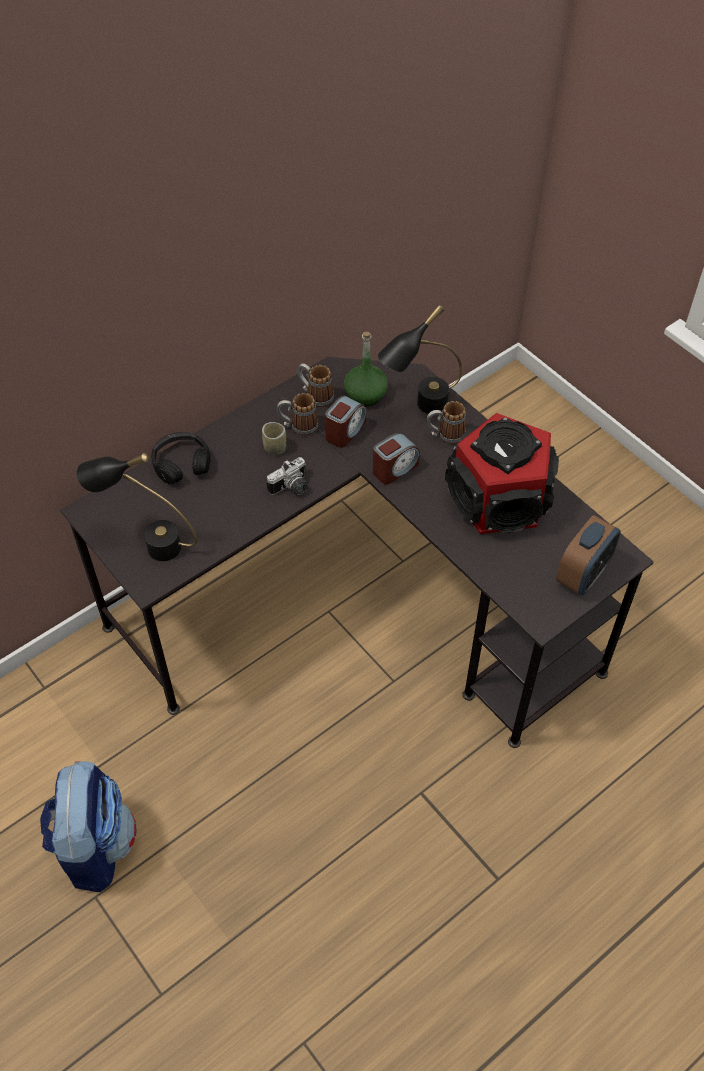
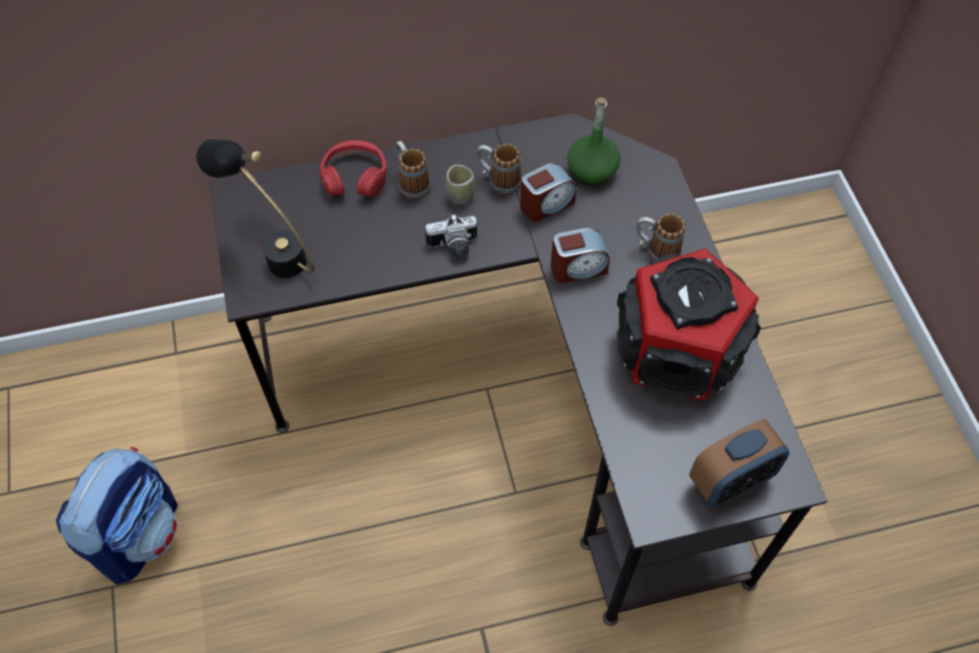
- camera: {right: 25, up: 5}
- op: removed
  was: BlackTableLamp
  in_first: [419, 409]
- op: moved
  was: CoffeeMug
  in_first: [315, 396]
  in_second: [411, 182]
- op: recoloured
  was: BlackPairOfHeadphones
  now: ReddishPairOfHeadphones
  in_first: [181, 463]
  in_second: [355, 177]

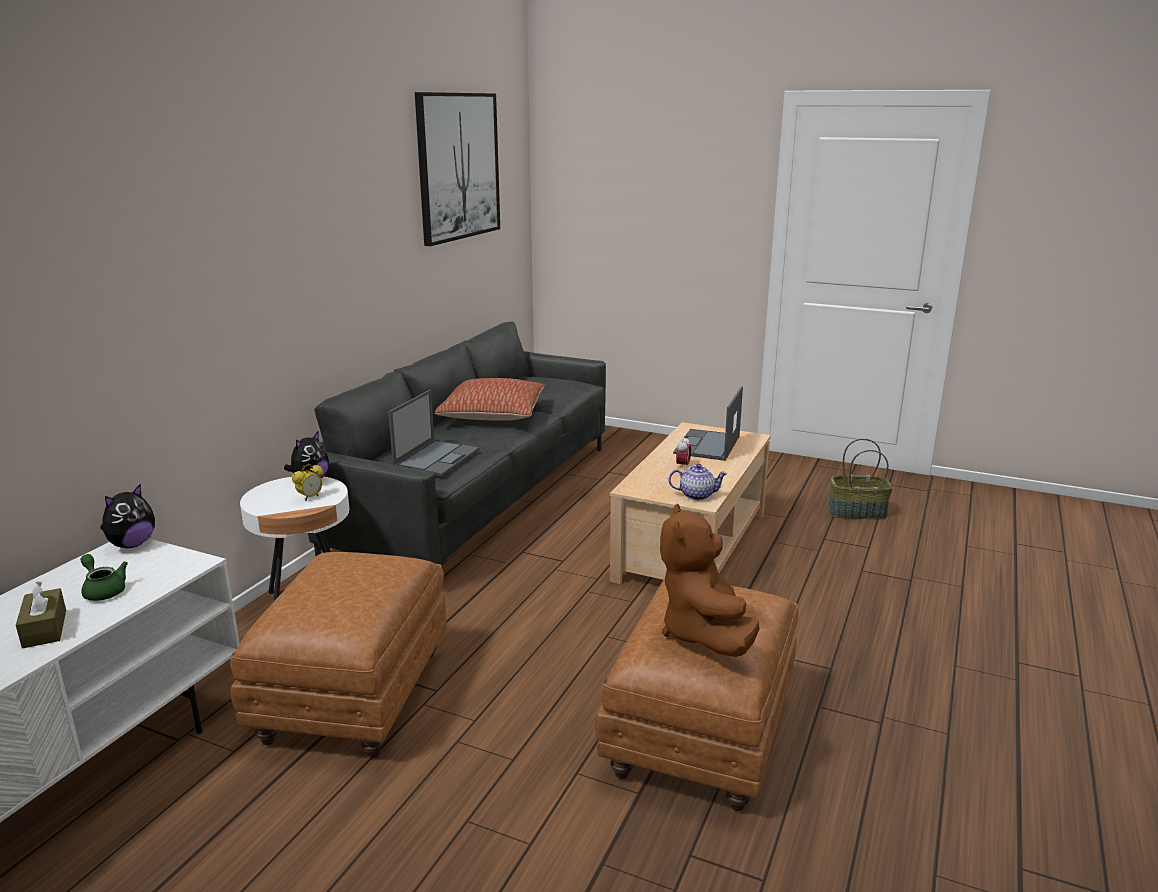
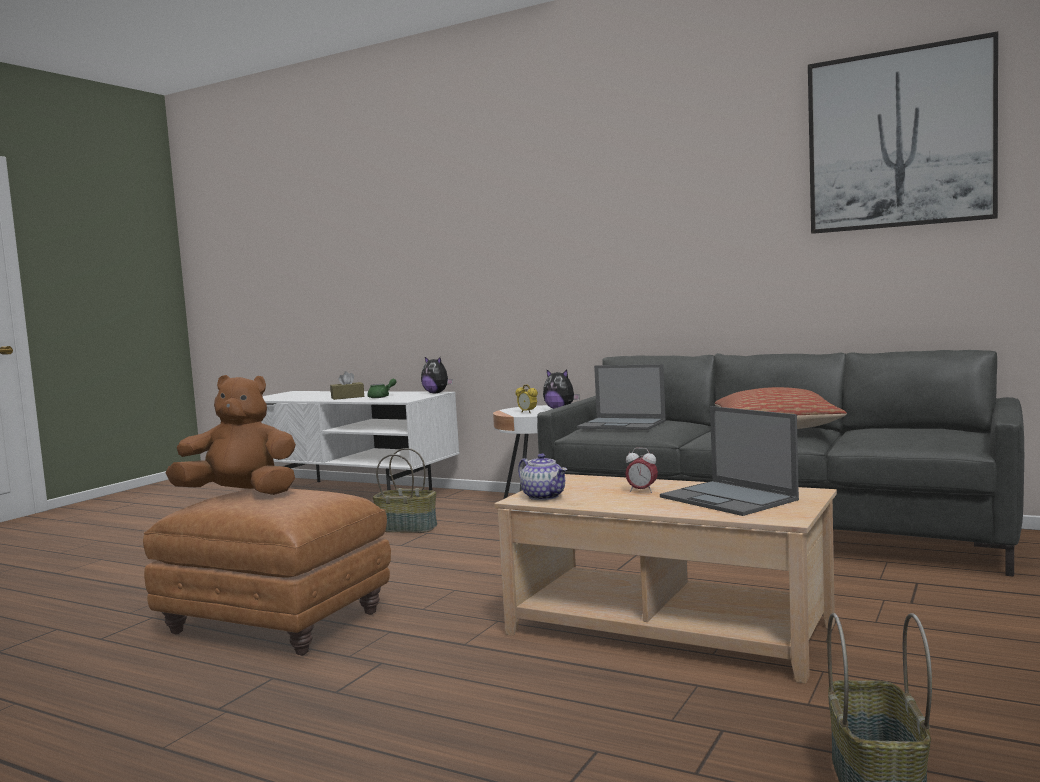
- camera: {right: 95, up: -15}
- op: turned
  was: PortableComputer
  in_first: [707, 445]
  in_second: [729, 499]
  clockwise: -150
- op: turned
  was: PotForTea
  in_first: [697, 495]
  in_second: [544, 496]
  clockwise: -45
- op: replaced
  was: BrownishPouffe
  now: StorageBasket
  in_first: [353, 695]
  in_second: [407, 528]

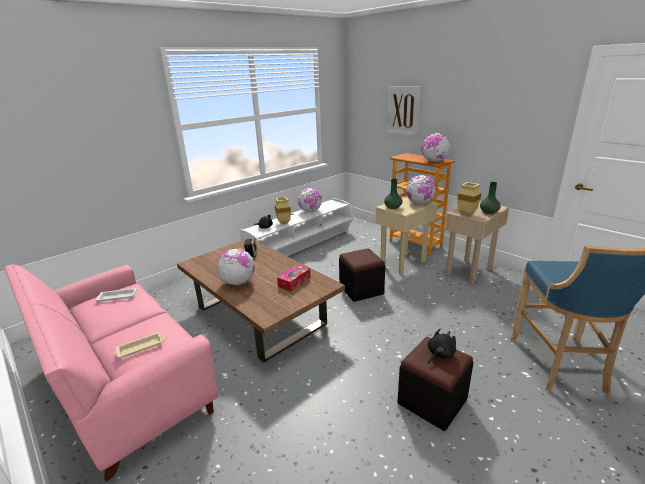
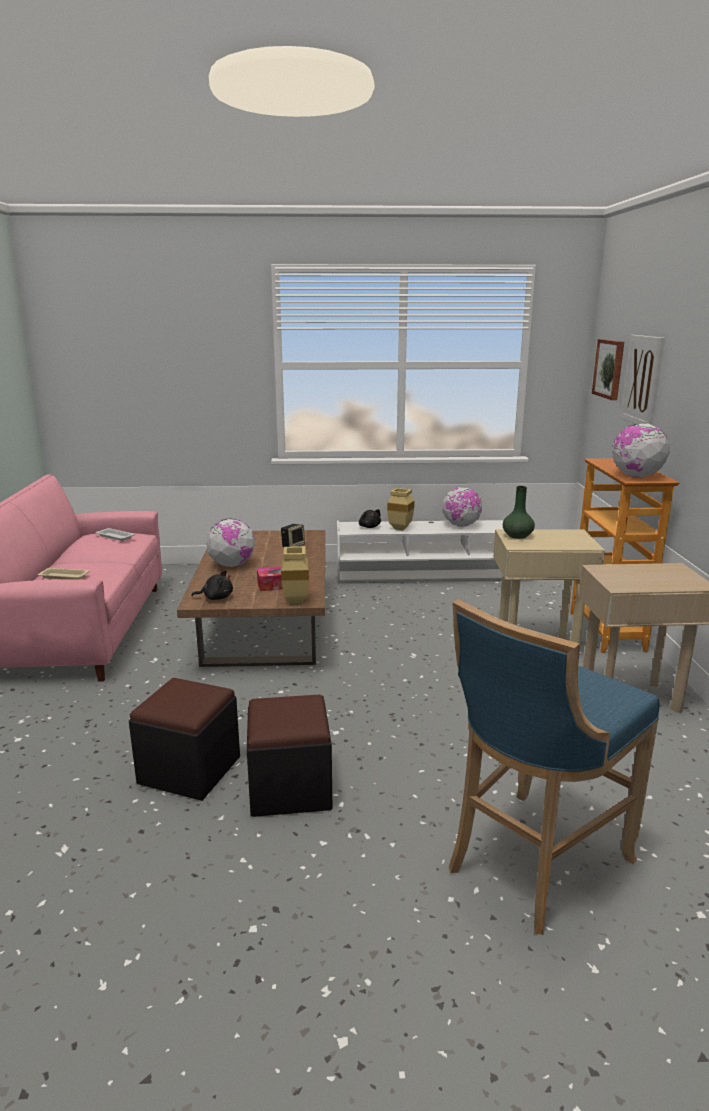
- camera: {right: 40, up: -5}
- op: removed
  was: DeskGlobe
  in_first: [419, 203]
- op: moved
  was: SandColouredFlowerVase
  in_first: [465, 214]
  in_second: [294, 600]
- op: removed
  was: GreenishFlowerVase
  in_first: [488, 212]
- op: moved
  was: BlackPouffe
  in_first: [361, 289]
  in_second: [189, 770]
- op: moved
  was: BlackCuddlyToy
  in_first: [439, 354]
  in_second: [216, 598]
- op: added
  now: WallArt
  in_second: [609, 368]

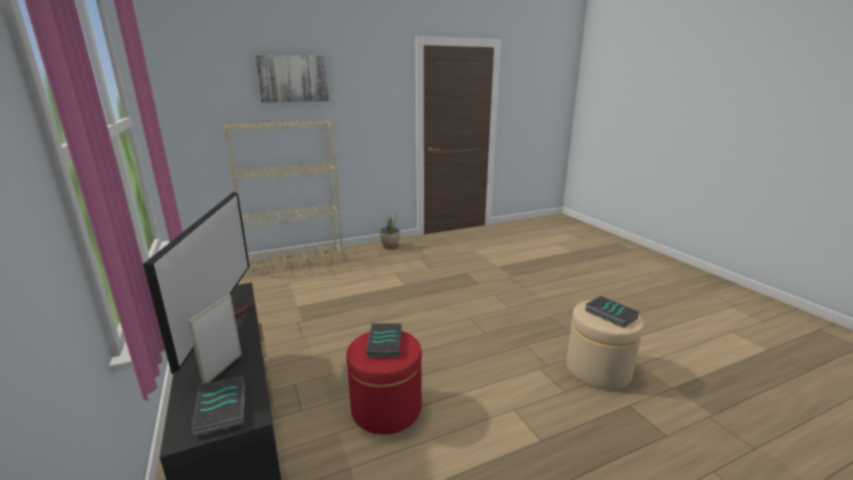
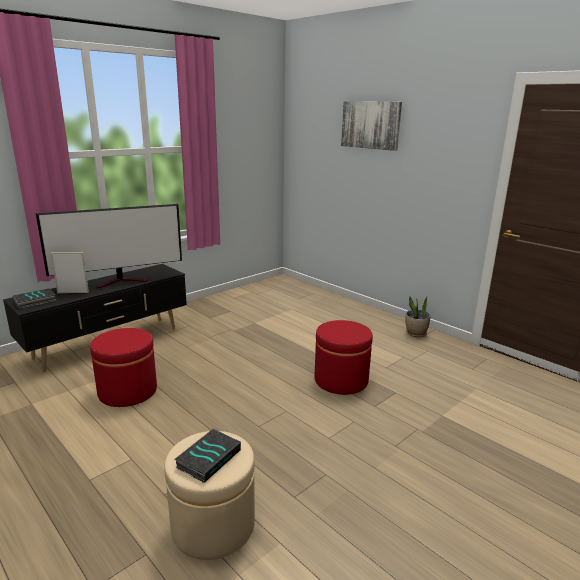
- camera: {right: 70, up: 0}
- op: removed
  was: SandColouredBookshelf
  in_first: [296, 261]
- op: removed
  was: BoundBook
  in_first: [384, 343]
- op: added
  now: ReddishPouffe
  in_second: [341, 380]

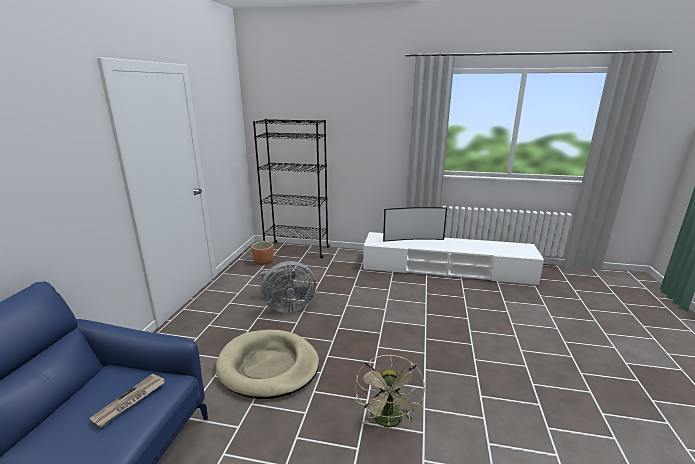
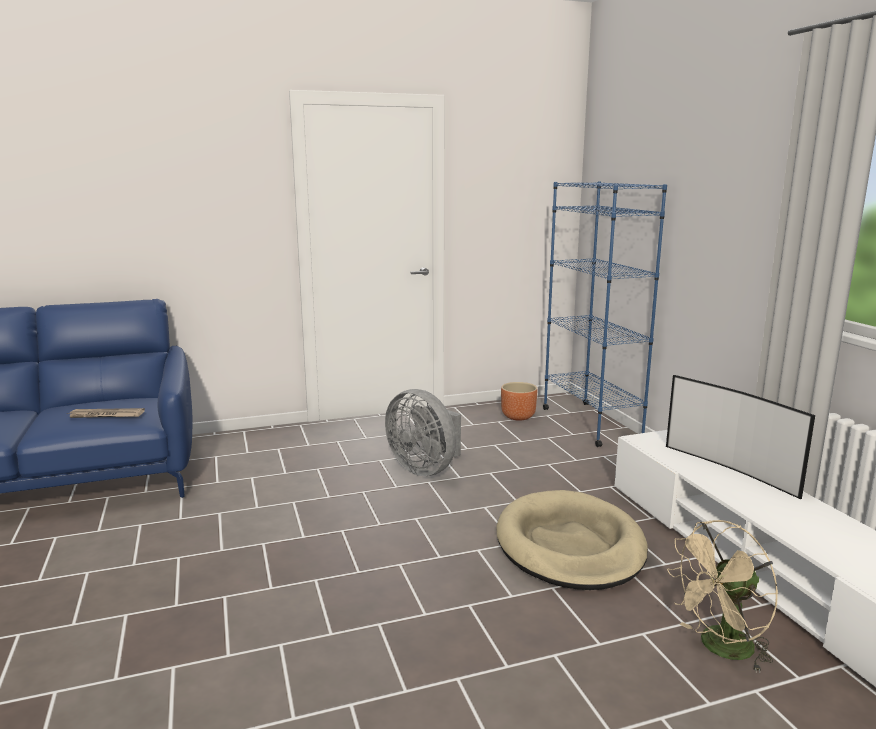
- camera: {right: 60, up: -5}
- op: recoloured
  was: BlackBookshelf
  now: BlueColouredBookshelf
  in_first: [297, 250]
  in_second: [591, 423]
- op: moved
  was: SandColouredDogCushion
  in_first: [268, 366]
  in_second: [569, 545]
- op: moved
  was: SandColouredElectricFan
  in_first: [389, 422]
  in_second: [720, 649]

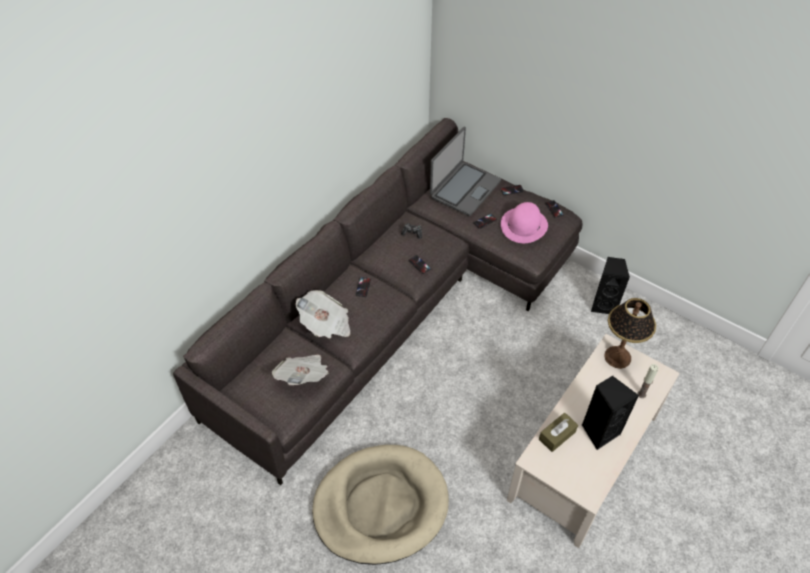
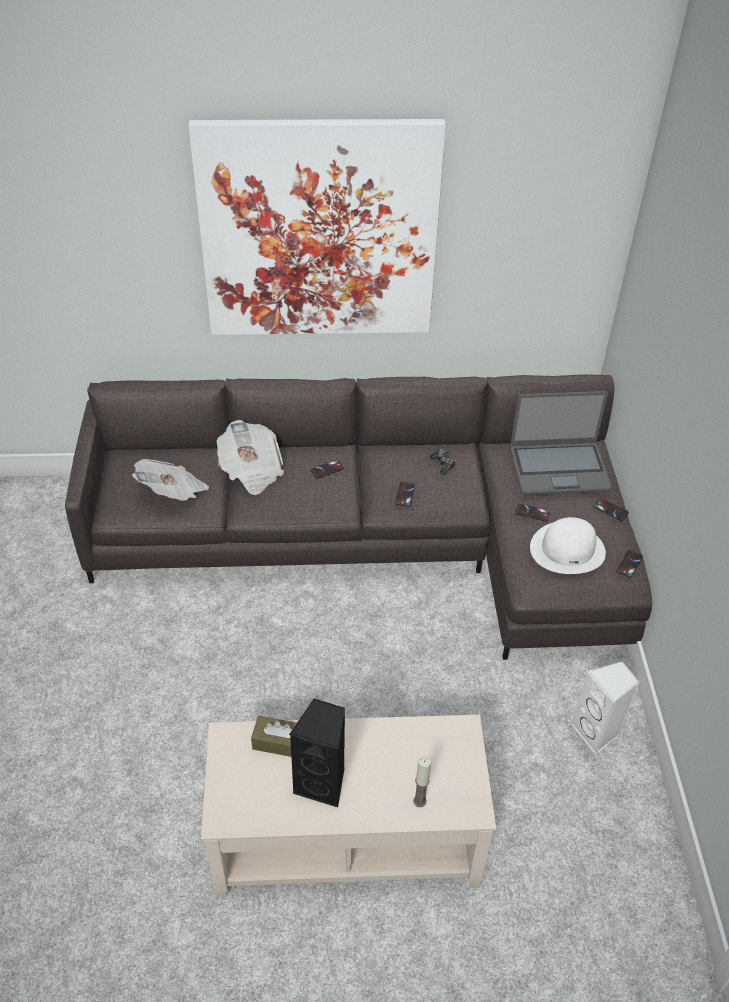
- camera: {right: 50, up: -5}
- op: recoloured
  was: PinkColouredWearableHat
  now: WhitishWearableHat
  in_first: [524, 225]
  in_second: [567, 549]
- op: recoloured
  was: BlackAudioSpeaker
  now: WhitishAudioSpeaker
  in_first: [603, 305]
  in_second: [597, 732]
- op: removed
  was: TableLamp
  in_first: [618, 357]
- op: removed
  was: SandColouredDogCushion
  in_first: [380, 505]
- op: added
  now: WallArt
  in_second: [319, 231]

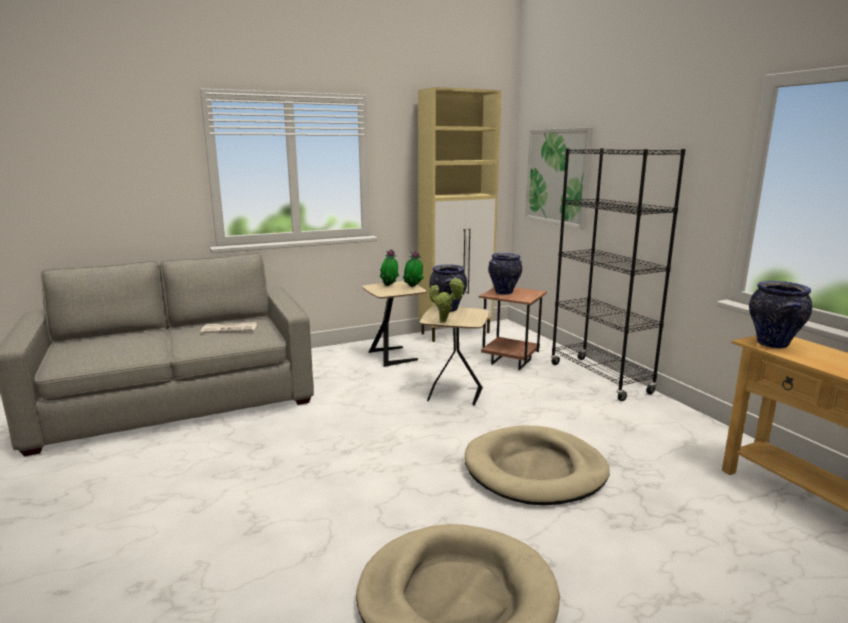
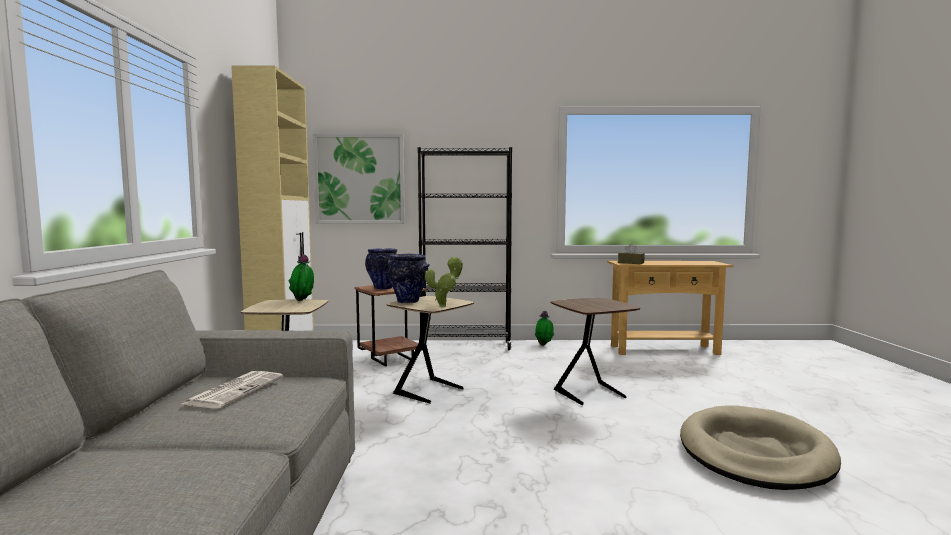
- camera: {right: -65, up: -10}
- op: moved
  was: PlantInAPot
  in_first: [389, 286]
  in_second: [544, 345]
- op: replaced
  was: FlowerVase
  now: BrownishBoxOfTissues
  in_first: [773, 344]
  in_second: [631, 263]
- op: replaced
  was: SandColouredDogCushion
  now: BrownishAccentTable
  in_first: [535, 470]
  in_second: [591, 394]

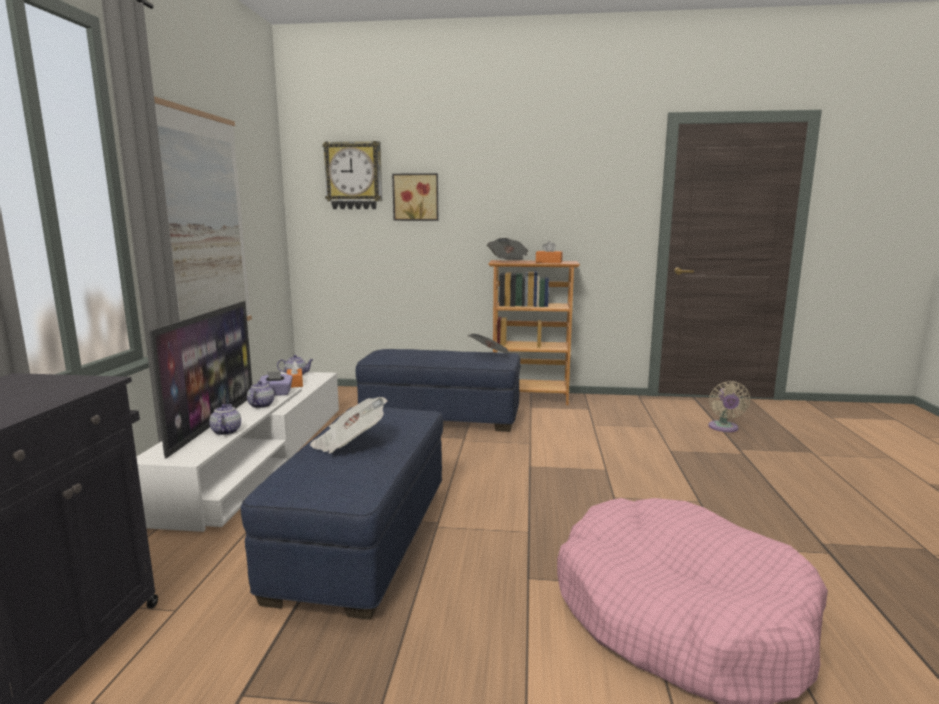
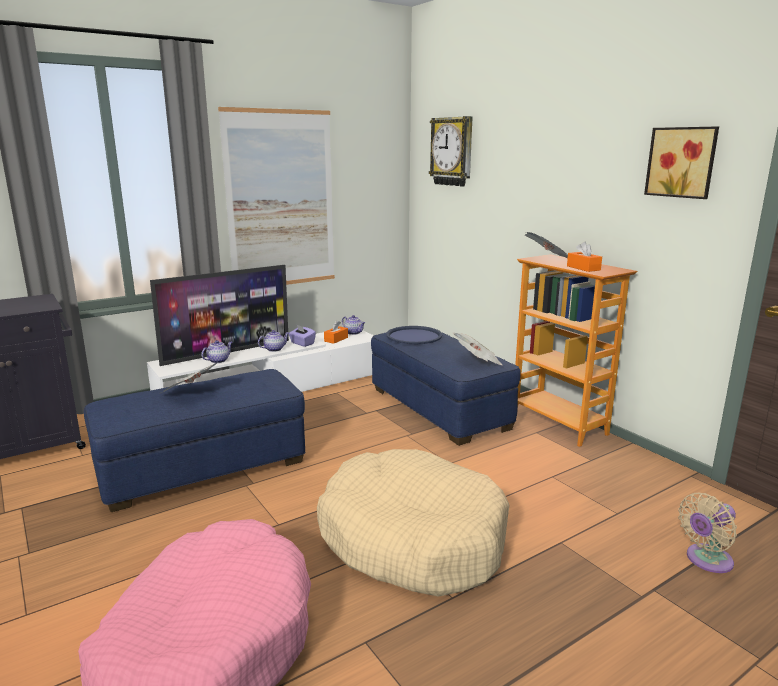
- camera: {right: 50, up: 5}
- op: moved
  was: WallArt
  in_first: [416, 197]
  in_second: [682, 162]
- op: added
  now: BlueColouredCarryingTray
  in_second: [414, 336]
- op: added
  now: SandColouredDogCushion
  in_second: [412, 538]

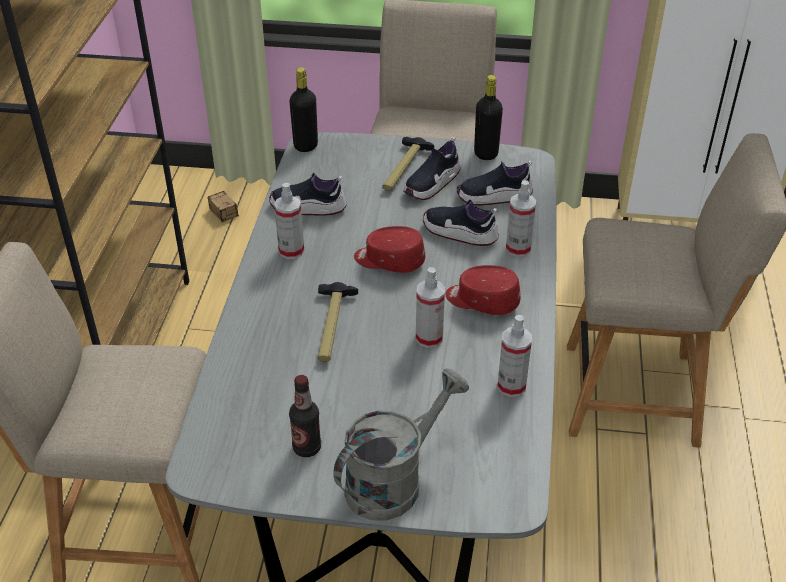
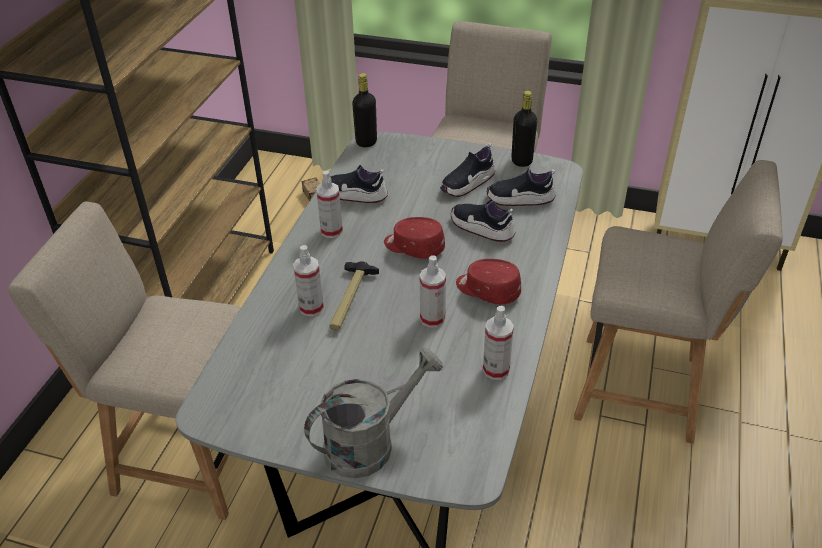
- camera: {right: 10, up: 0}
- op: removed
  was: ToolHammer
  in_first: [404, 169]
- op: moved
  was: Sprayer
  in_first: [518, 249]
  in_second: [311, 307]
- op: removed
  was: Bottle
  in_first: [307, 448]

